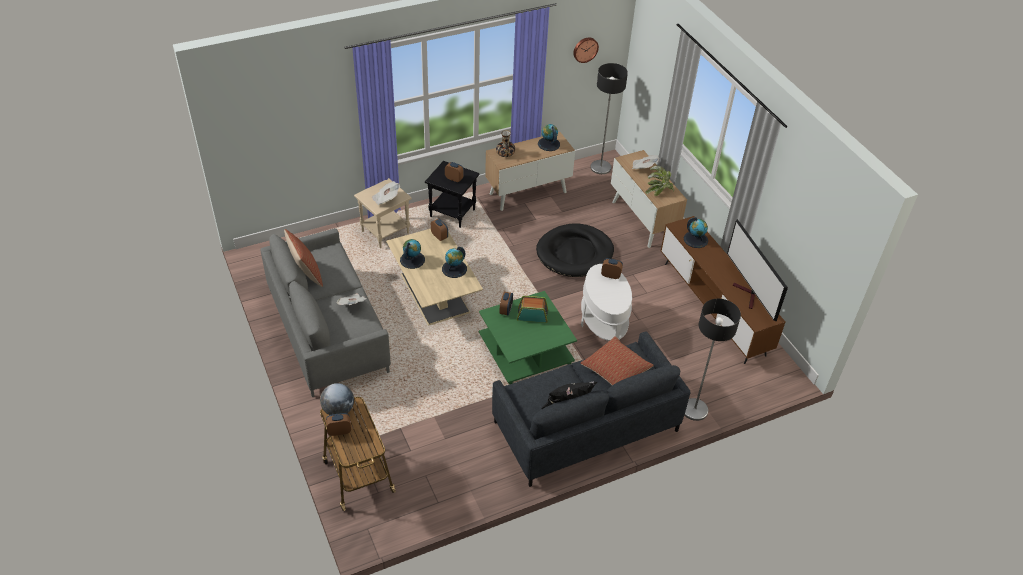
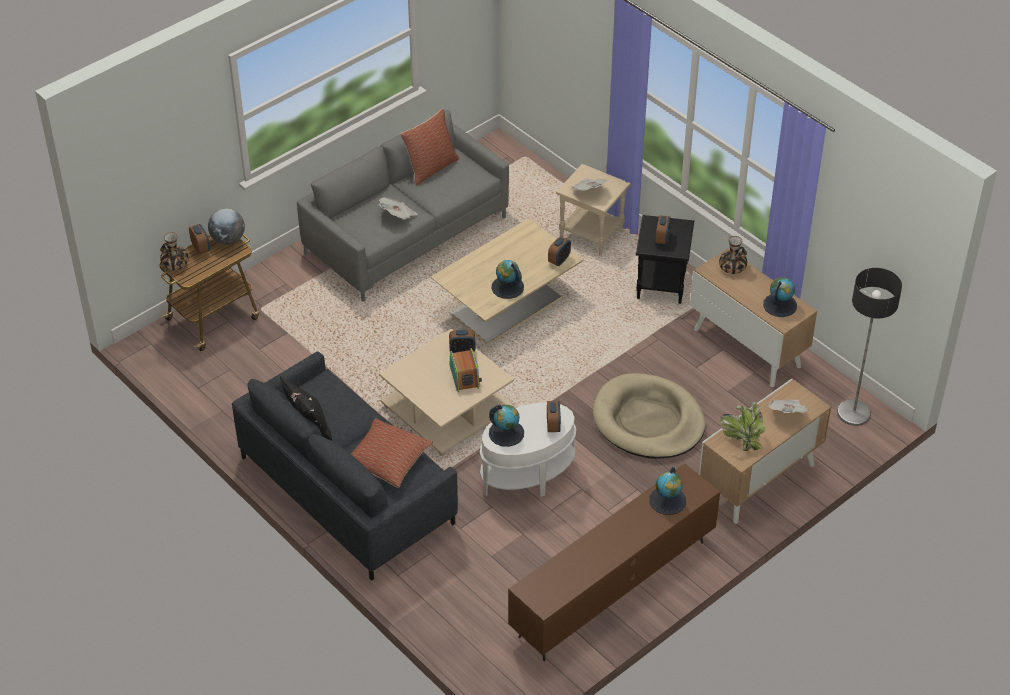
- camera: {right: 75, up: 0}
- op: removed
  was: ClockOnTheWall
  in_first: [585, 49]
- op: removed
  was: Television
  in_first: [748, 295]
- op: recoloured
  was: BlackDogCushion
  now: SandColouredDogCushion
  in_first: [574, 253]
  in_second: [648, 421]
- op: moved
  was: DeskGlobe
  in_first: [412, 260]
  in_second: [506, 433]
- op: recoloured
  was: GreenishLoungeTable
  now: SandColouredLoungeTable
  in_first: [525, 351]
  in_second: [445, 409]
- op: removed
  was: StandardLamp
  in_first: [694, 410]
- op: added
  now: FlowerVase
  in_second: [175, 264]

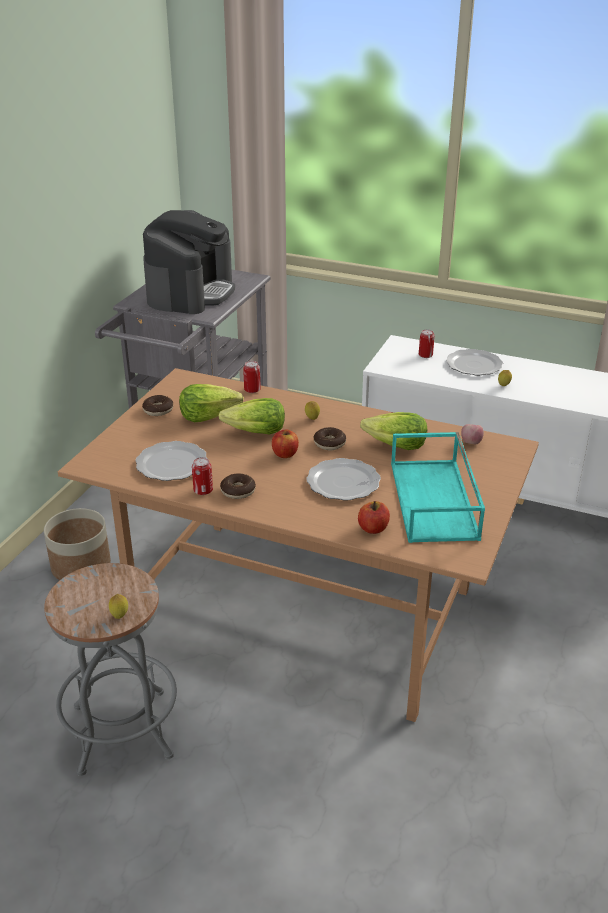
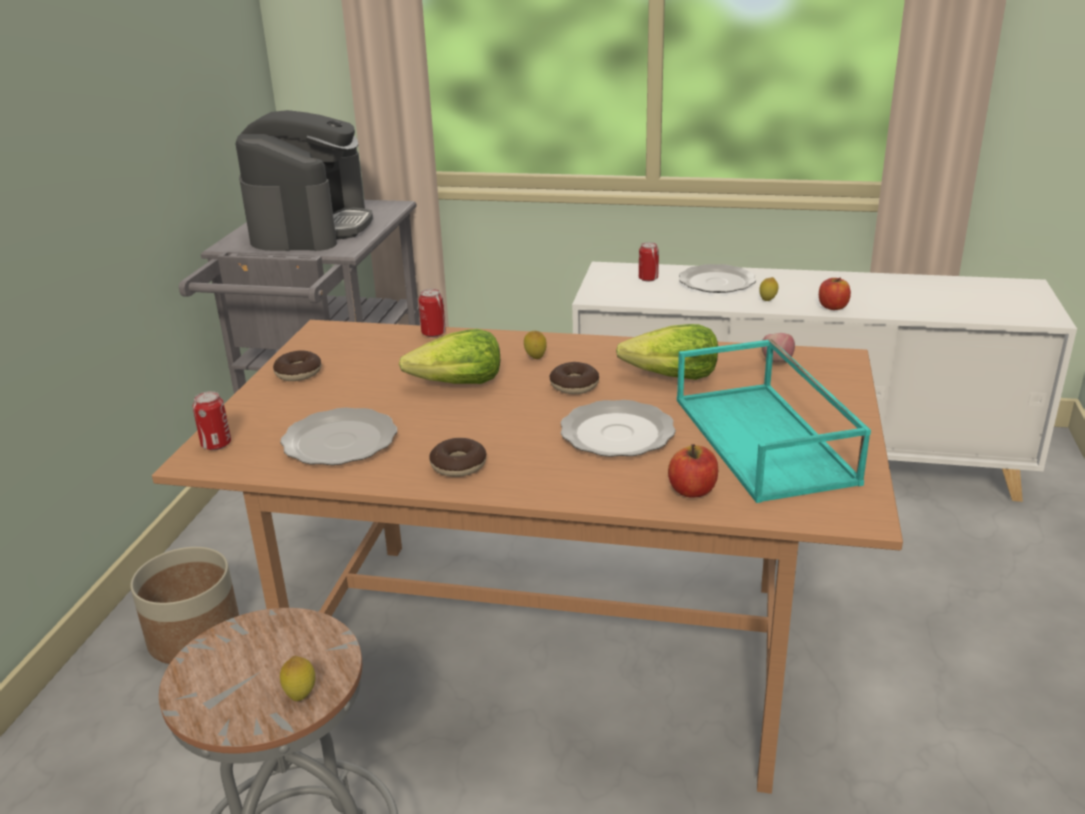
- camera: {right: -10, up: -5}
- op: removed
  was: Lettuce
  in_first: [208, 416]
- op: moved
  was: AppleFruit
  in_first: [285, 454]
  in_second: [833, 307]
- op: moved
  was: MetalCan
  in_first: [203, 491]
  in_second: [216, 444]

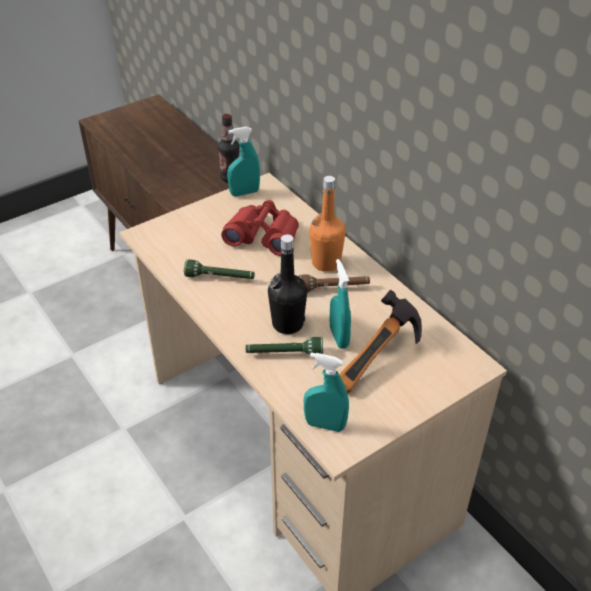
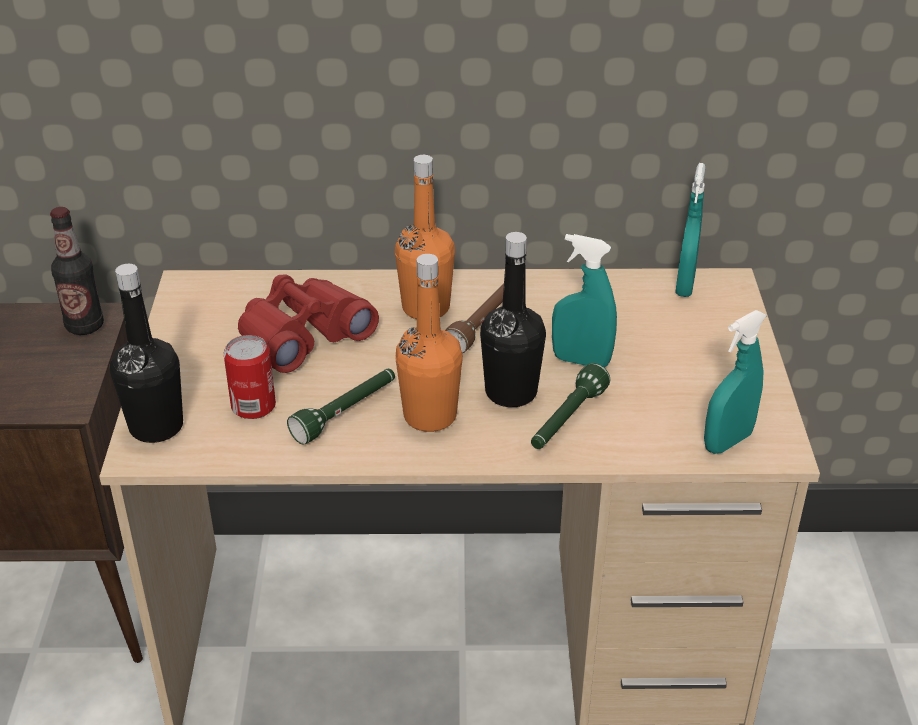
- camera: {right: -55, up: -5}
- op: moved
  was: TurquoiseSprayer
  in_first: [244, 193]
  in_second: [685, 285]
- op: removed
  was: ToolHammer
  in_first: [380, 362]
- op: added
  now: OrangeyBottle
  in_second: [430, 416]
- op: added
  now: BlackBottle
  in_second: [156, 426]
- op: added
  now: MetalCan
  in_second: [253, 406]

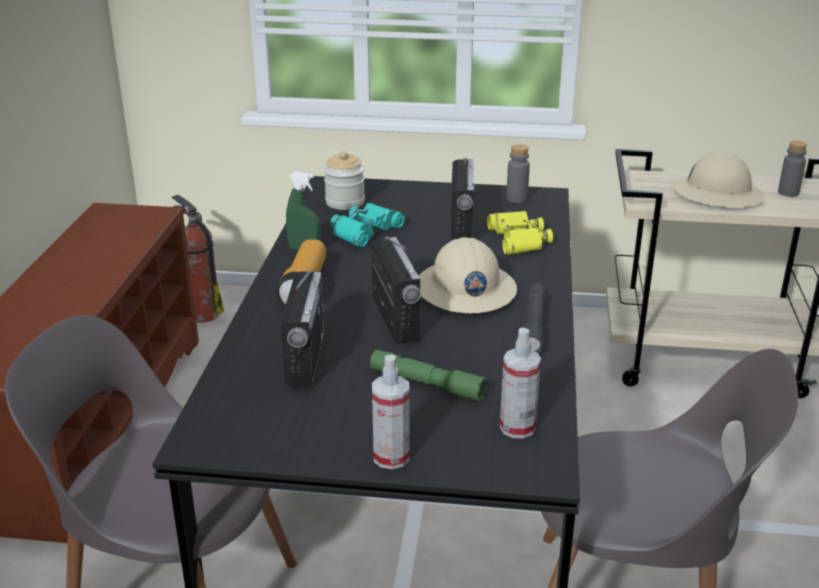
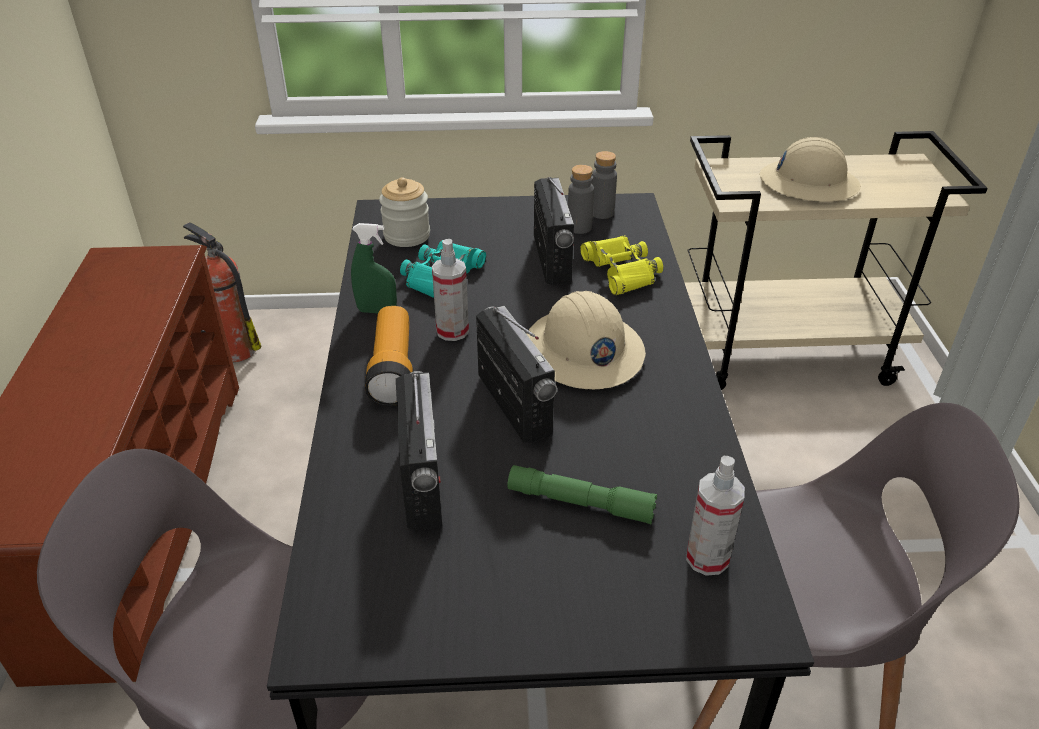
- camera: {right: -10, up: 10}
- op: moved
  was: GreyBottle
  in_first: [788, 193]
  in_second: [579, 227]
- op: removed
  was: GreyFlashlight
  in_first: [532, 326]
- op: moved
  was: Sprayer
  in_first: [391, 457]
  in_second: [452, 331]

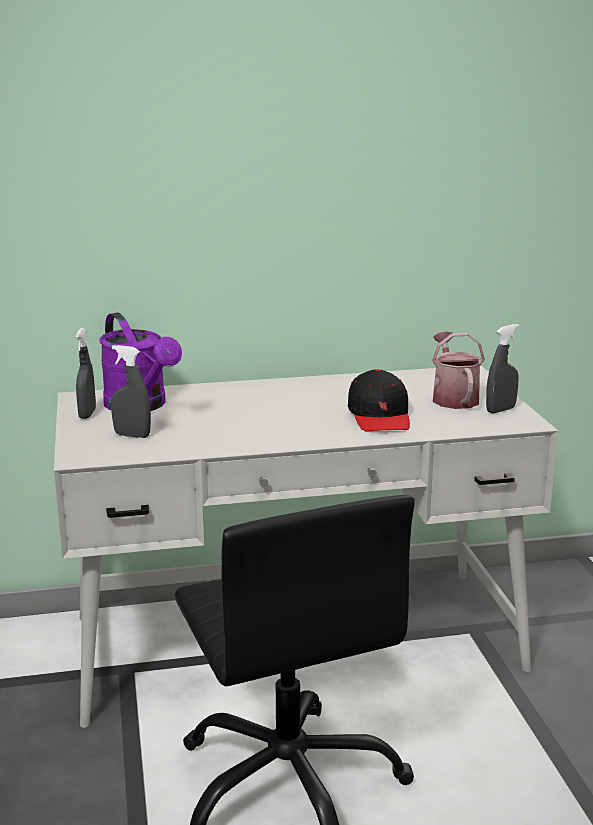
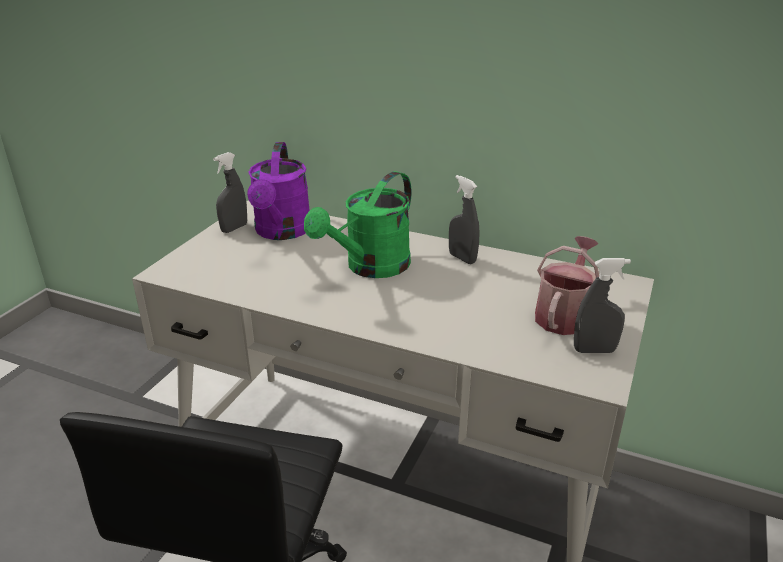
- camera: {right: 35, up: 10}
- op: moved
  was: GreySprayer
  in_first: [132, 435]
  in_second: [462, 258]
- op: removed
  was: BlackPeakedCap
  in_first: [380, 416]
- op: added
  now: GreenishWateringCan
  in_second: [370, 268]

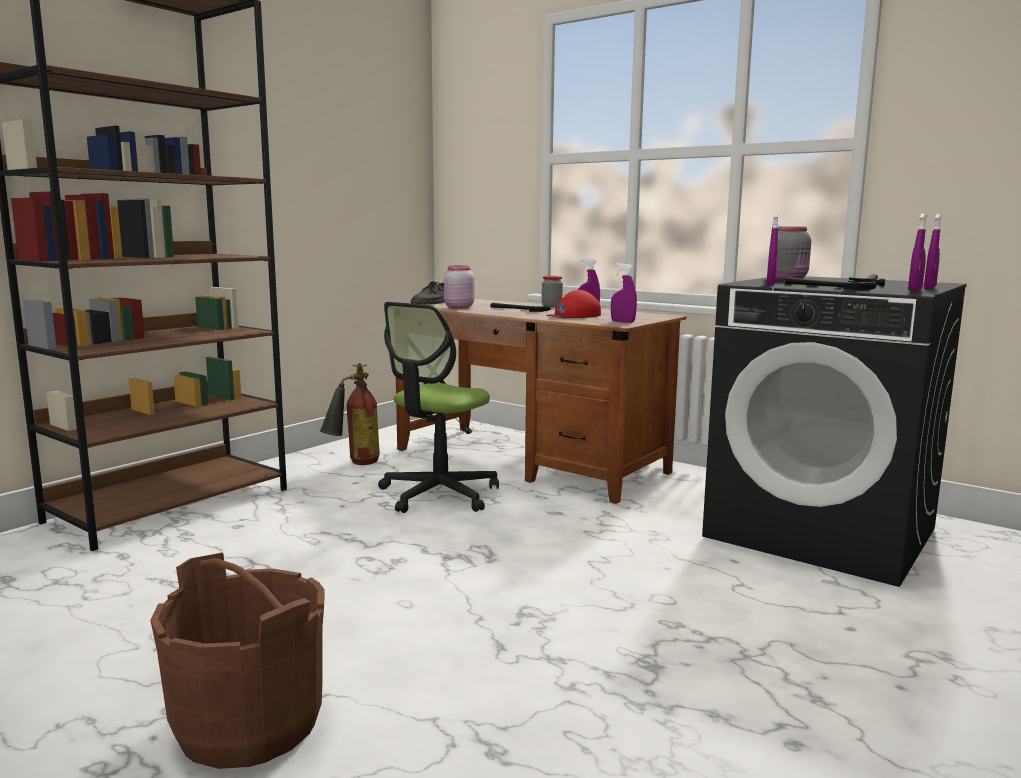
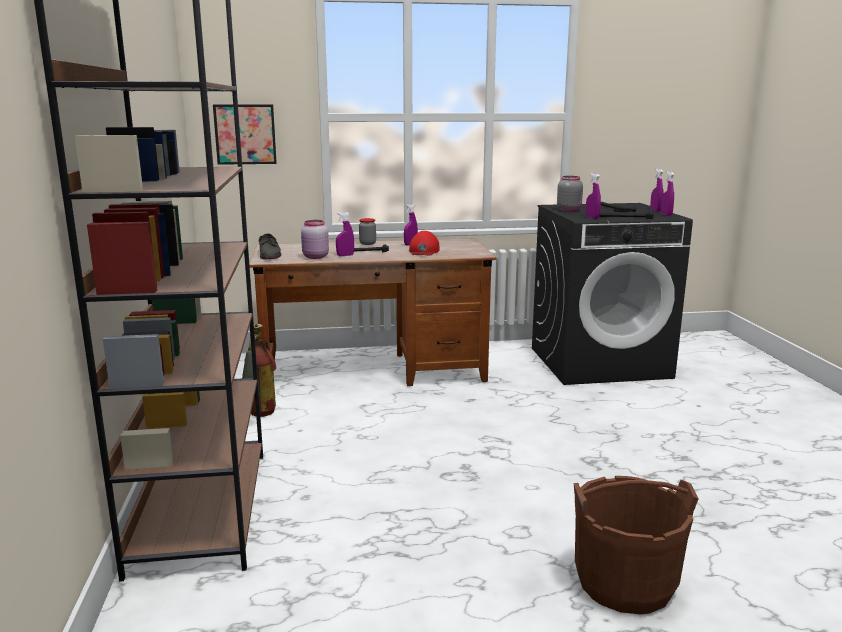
- camera: {right: -45, up: 5}
- op: moved
  was: PurplishSprayer
  in_first: [623, 322]
  in_second: [345, 255]
- op: removed
  was: DeskChair
  in_first: [439, 494]
- op: added
  now: WallArt
  in_second: [245, 134]

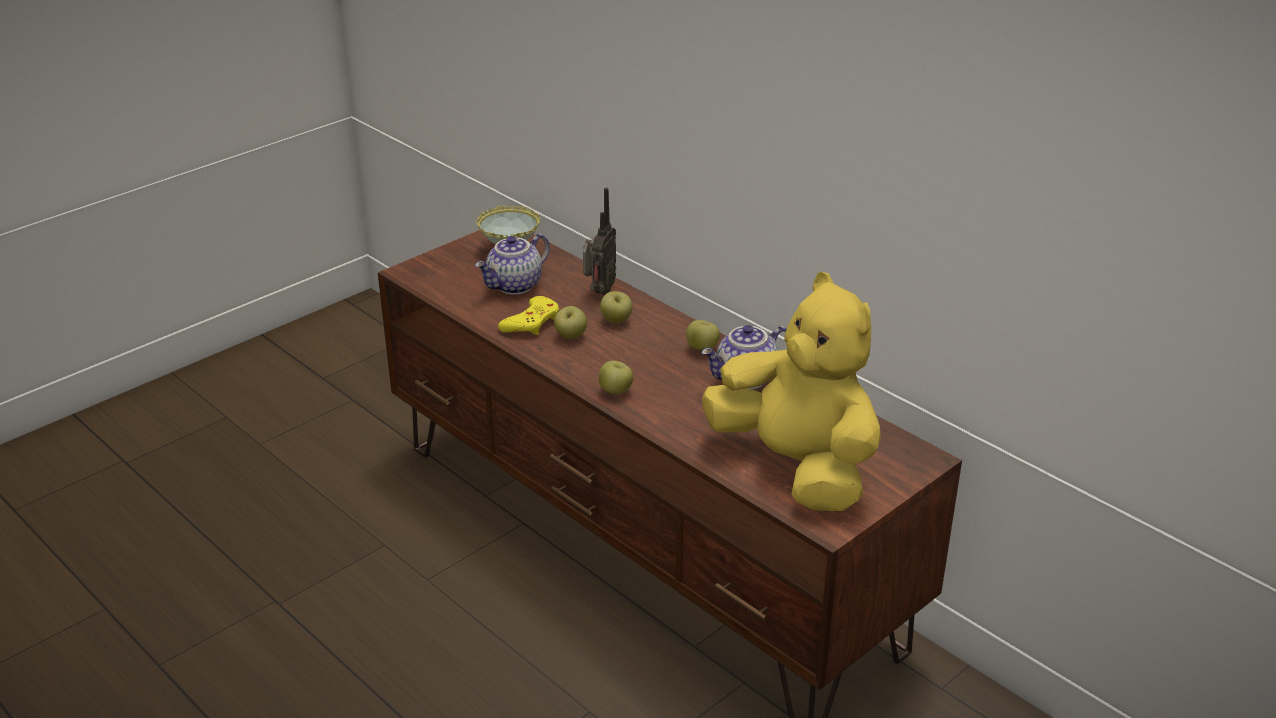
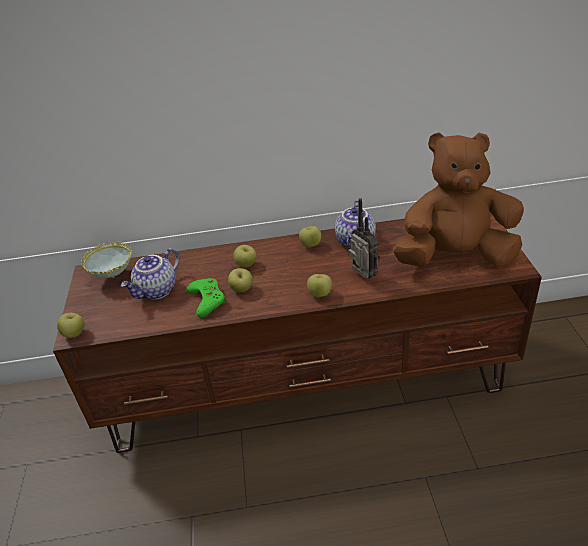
- camera: {right: -50, up: 5}
- op: moved
  was: RadioReceiver
  in_first: [599, 292]
  in_second: [363, 277]
- op: turned
  was: PotForTea
  in_first: [515, 286]
  in_second: [157, 291]
  clockwise: 45
- op: recoloured
  was: YellowCuddlyToy
  now: BrownishCuddlyToy
  in_first: [796, 467]
  in_second: [455, 257]
- op: recoloured
  was: YellowGameController
  now: GreenishGameController
  in_first: [532, 322]
  in_second: [207, 300]
- op: added
  now: AppleFruit
  in_second: [74, 334]

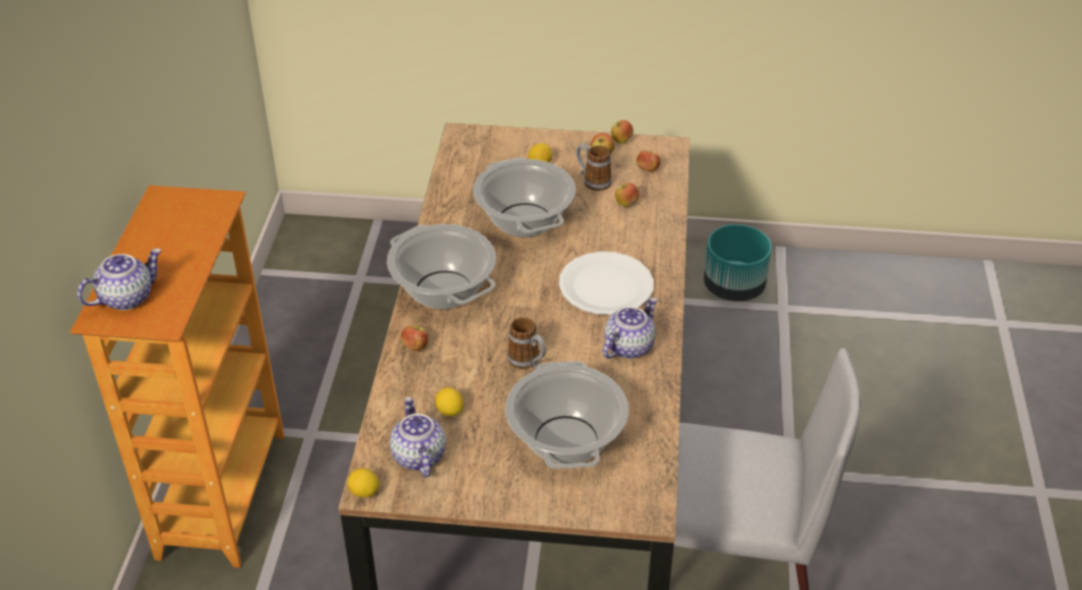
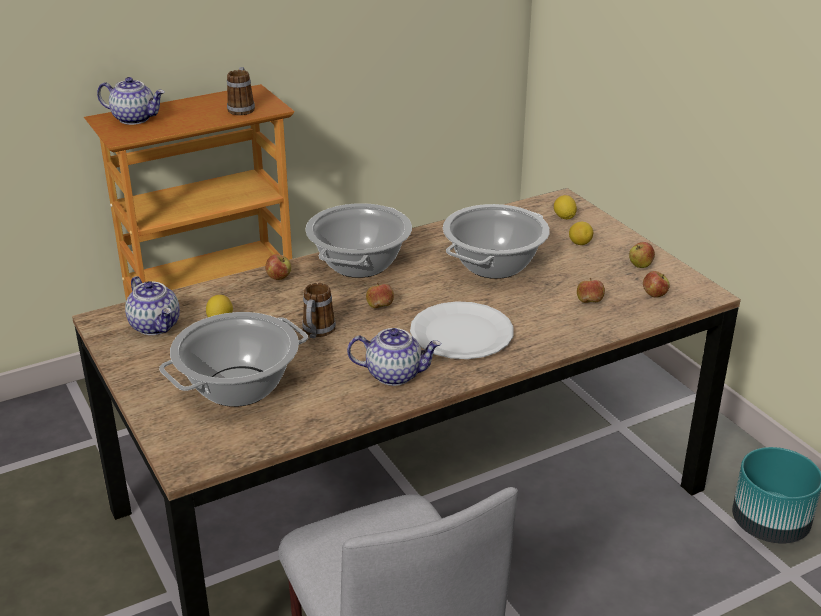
- camera: {right: 55, up: -10}
- op: moved
  was: AppleFruit
  in_first: [621, 140]
  in_second: [380, 307]
- op: moved
  was: CoffeeMug
  in_first: [592, 181]
  in_second: [242, 108]
- op: turned
  was: PotForTea
  in_first: [418, 456]
  in_second: [156, 326]
  clockwise: 105
- op: moved
  was: Lemon
  in_first: [364, 492]
  in_second: [564, 217]

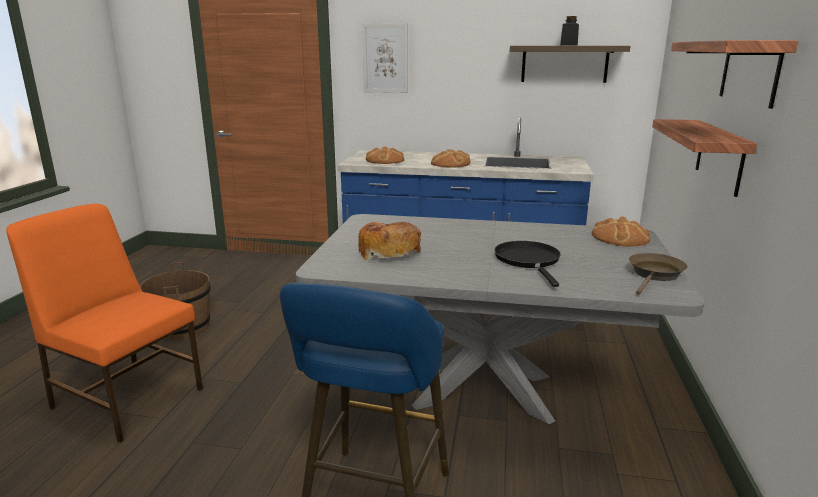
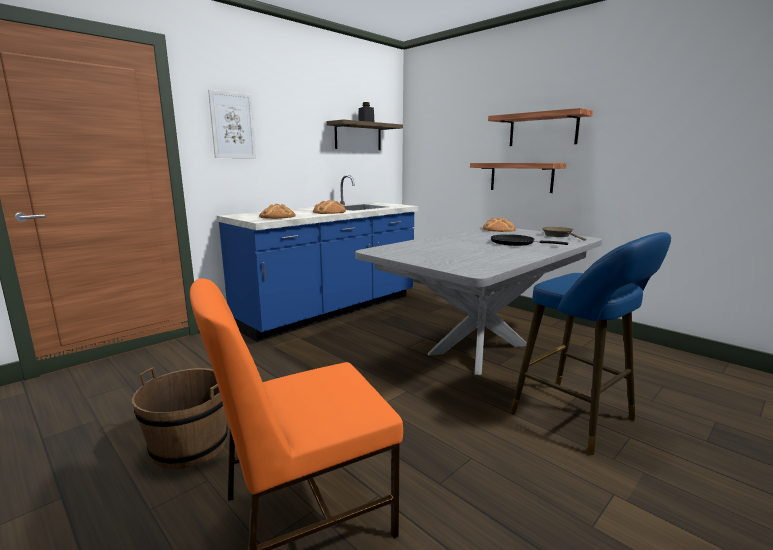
- camera: {right: -55, up: -5}
- op: removed
  was: Bread
  in_first: [388, 251]

